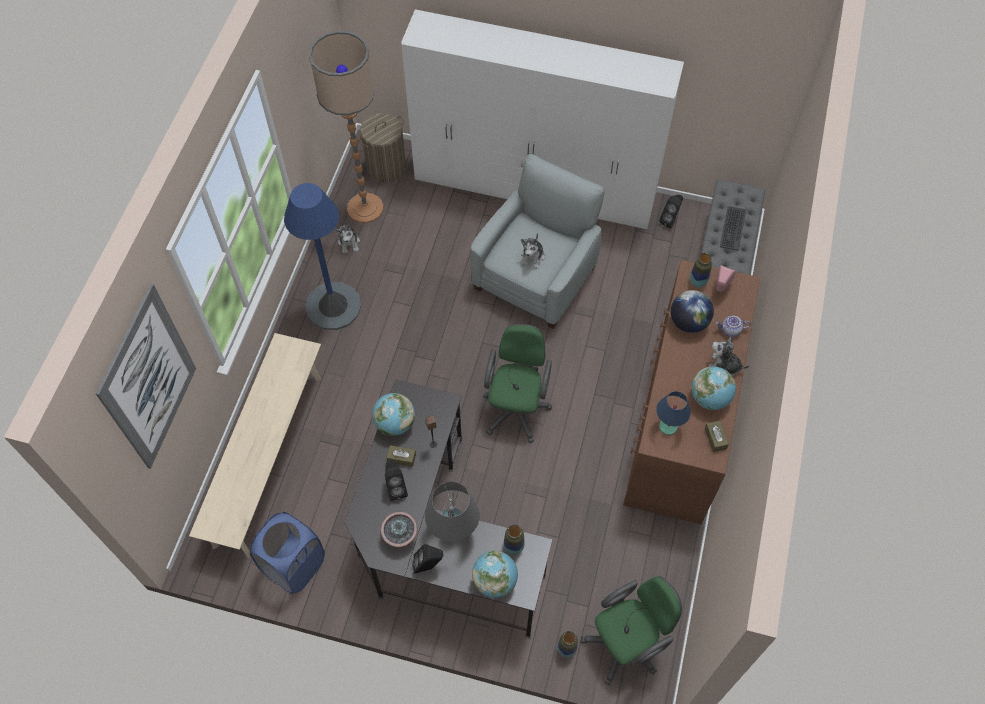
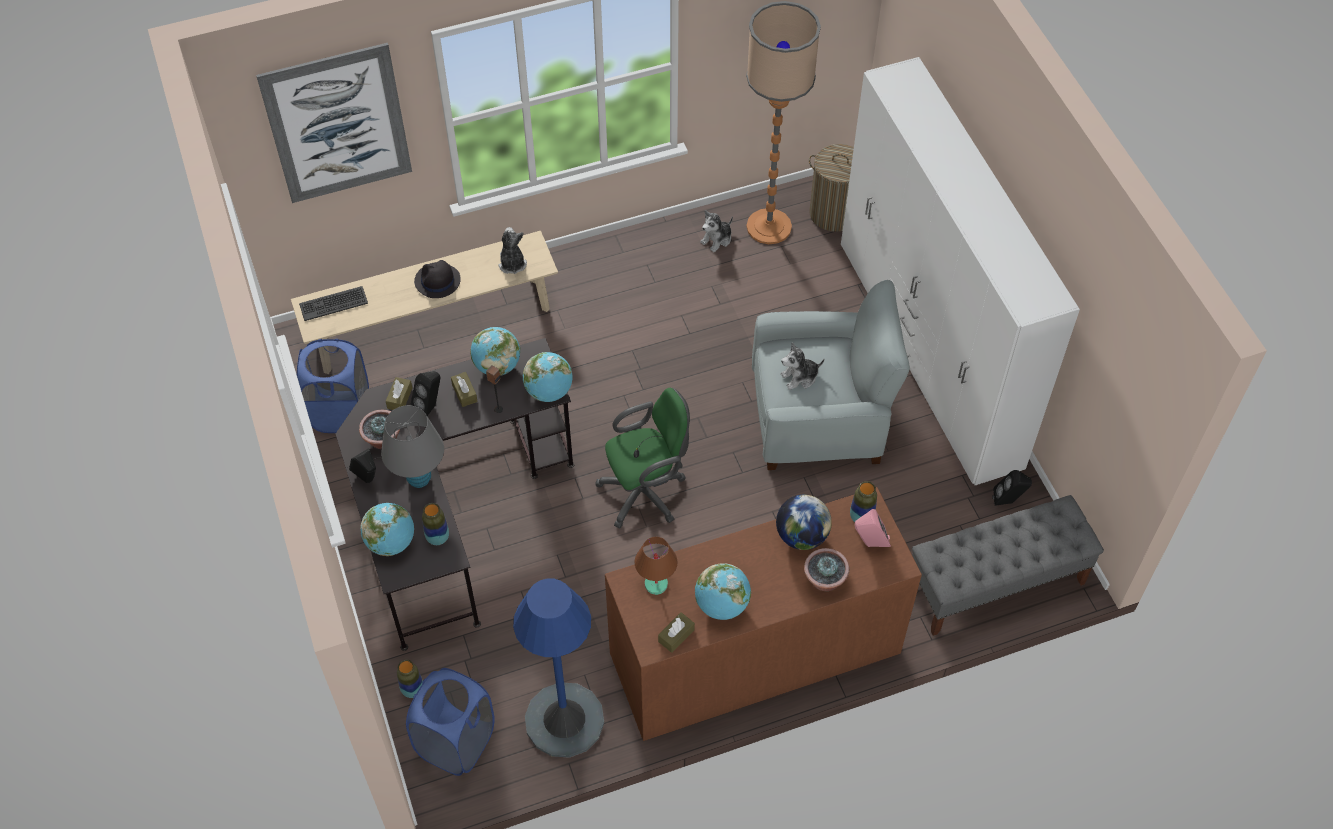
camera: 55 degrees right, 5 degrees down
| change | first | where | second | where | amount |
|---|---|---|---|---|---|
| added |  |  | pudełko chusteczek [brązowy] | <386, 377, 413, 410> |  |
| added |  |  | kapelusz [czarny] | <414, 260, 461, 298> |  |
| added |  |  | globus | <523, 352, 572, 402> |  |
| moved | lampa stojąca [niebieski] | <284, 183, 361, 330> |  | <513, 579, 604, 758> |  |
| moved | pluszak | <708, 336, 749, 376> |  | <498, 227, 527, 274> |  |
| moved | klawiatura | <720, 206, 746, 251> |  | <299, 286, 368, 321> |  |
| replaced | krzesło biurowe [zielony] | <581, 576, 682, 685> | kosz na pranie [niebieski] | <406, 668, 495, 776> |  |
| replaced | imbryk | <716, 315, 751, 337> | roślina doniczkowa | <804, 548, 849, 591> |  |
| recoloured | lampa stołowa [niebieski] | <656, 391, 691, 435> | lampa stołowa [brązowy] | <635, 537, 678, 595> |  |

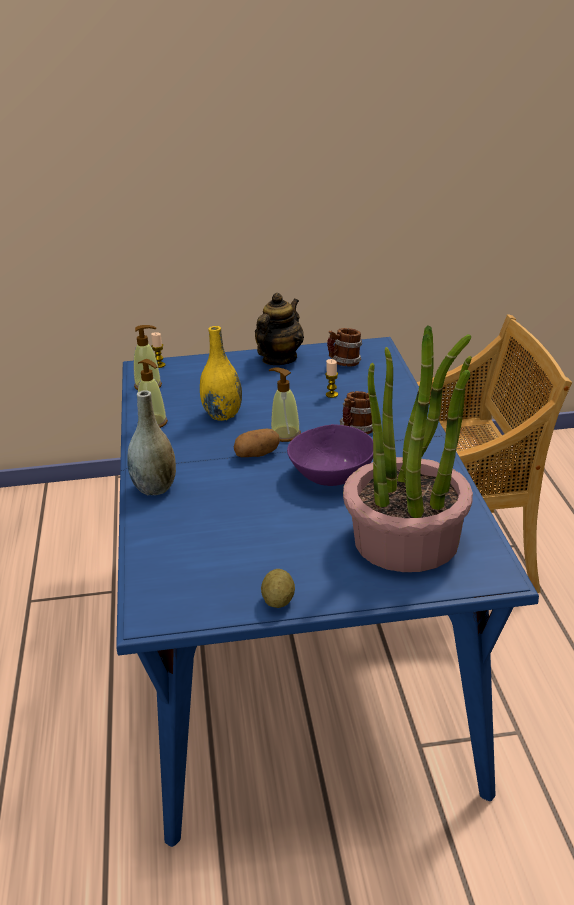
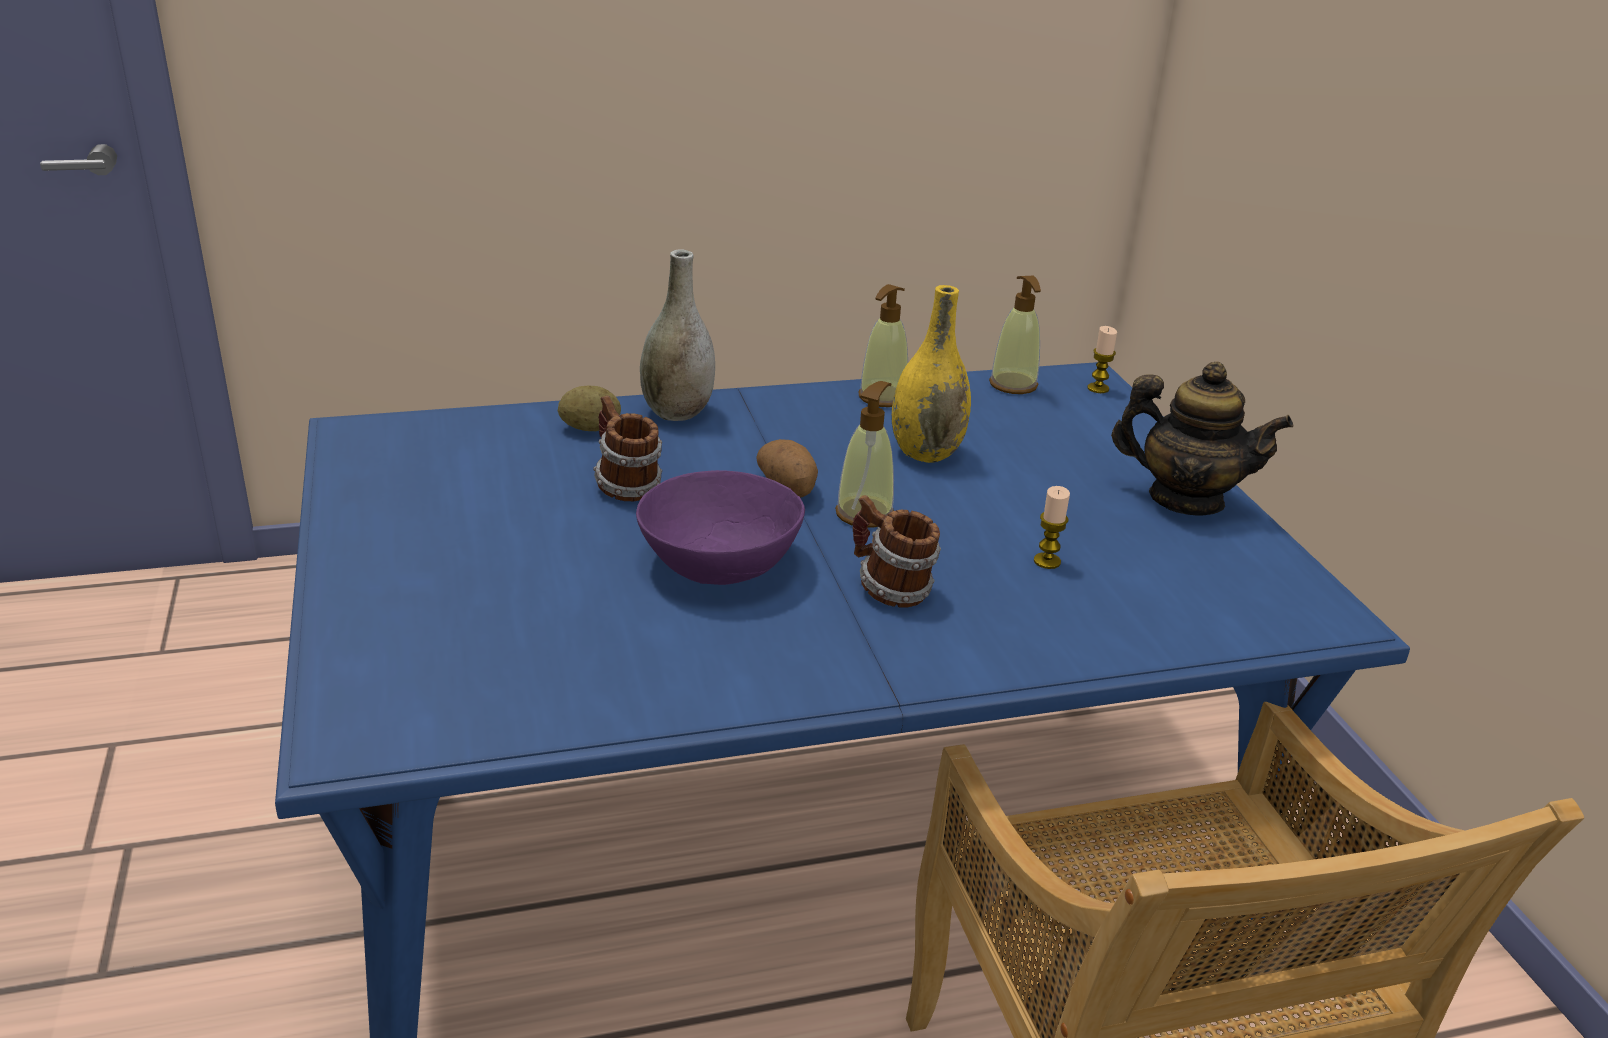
camera: 80 degrees right, 0 degrees up
| change | first | where | second | where | amount |
|---|---|---|---|---|---|
| removed | roślina doniczkowa | <343, 325, 473, 572> |  |  |  |
| moved | ziemniak | <261, 569, 295, 608> |  | <558, 386, 621, 431> |  |
| moved | kubek | <327, 328, 362, 366> |  | <593, 396, 662, 501> |  |

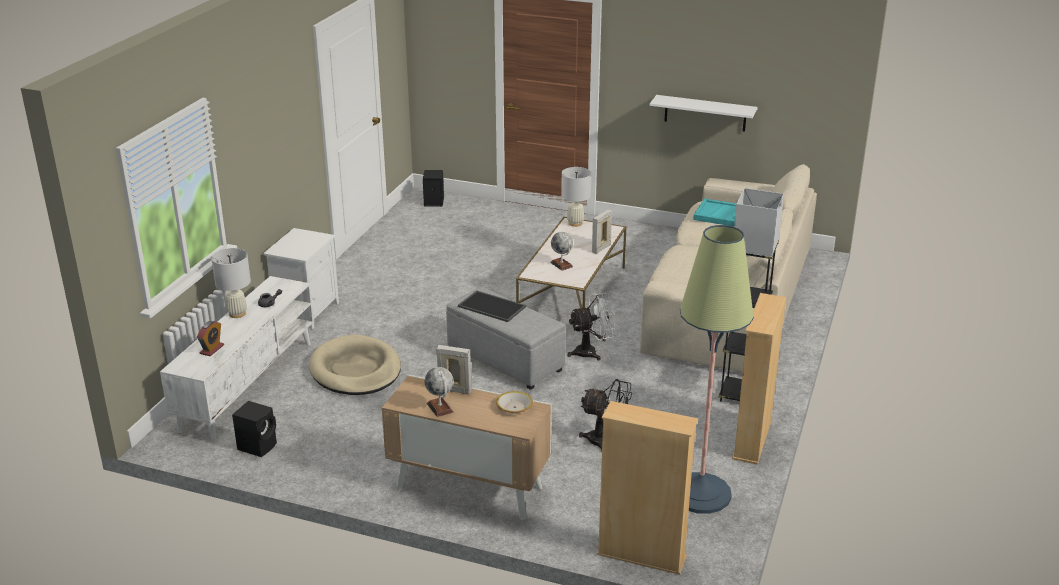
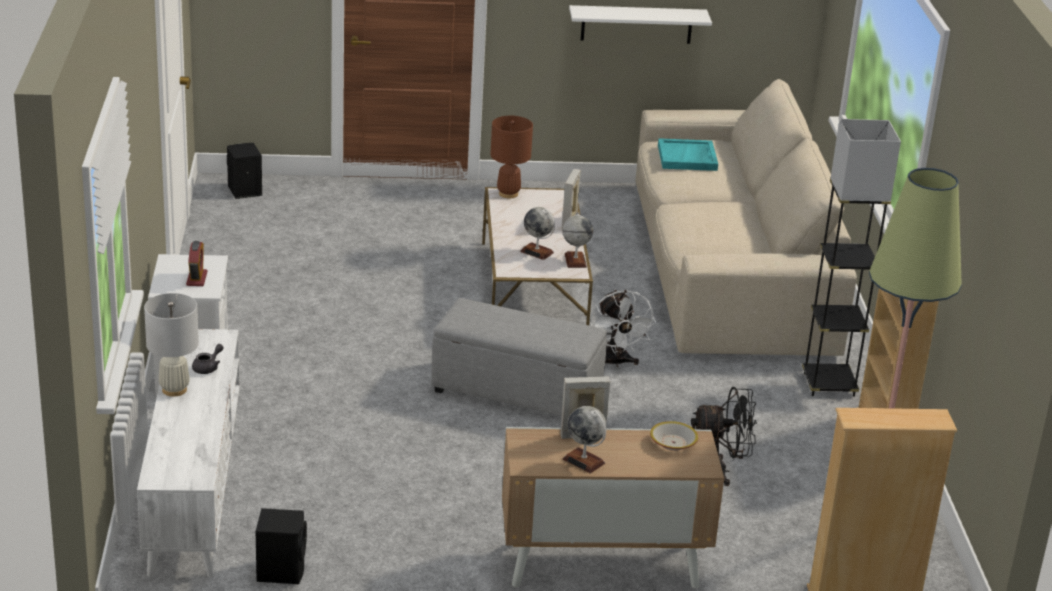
camera: 25 degrees left, 0 degrees up
| change | first | where | second | where | amount |
|---|---|---|---|---|---|
| removed | legowisko [beżowy] | <309, 334, 401, 395> |  |  |  |
| removed | taca | <458, 290, 526, 322> |  |  |  |
| added |  |  | globus | <562, 212, 593, 268> |  |
| moved | budzik | <197, 321, 224, 357> |  | <186, 241, 208, 286> |  |
| recoloured | lampa stołowa [biały] | <561, 167, 591, 227> | lampa stołowa [brązowy] | <490, 116, 533, 198> |  |
| turned | wentylator [biały] | <567, 293, 616, 360> |  | <590, 290, 656, 367> | 120 degrees clockwise |

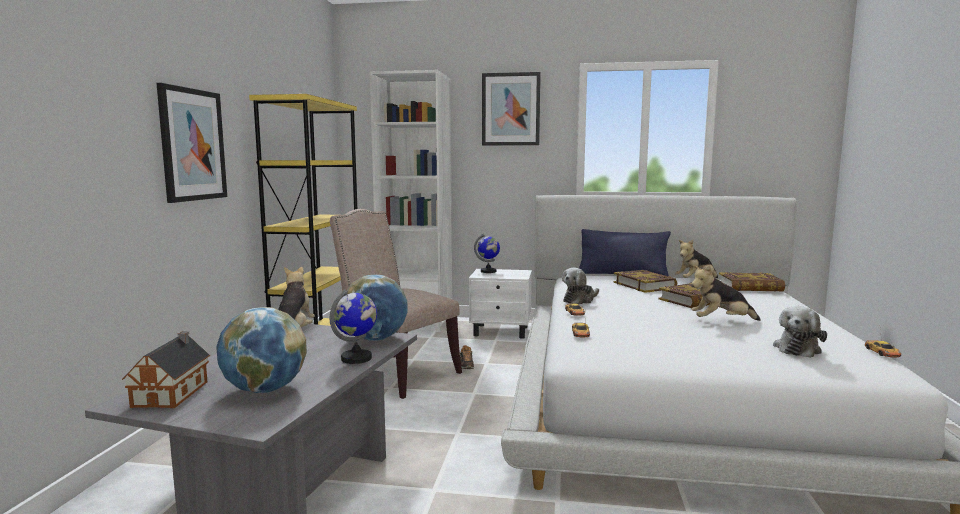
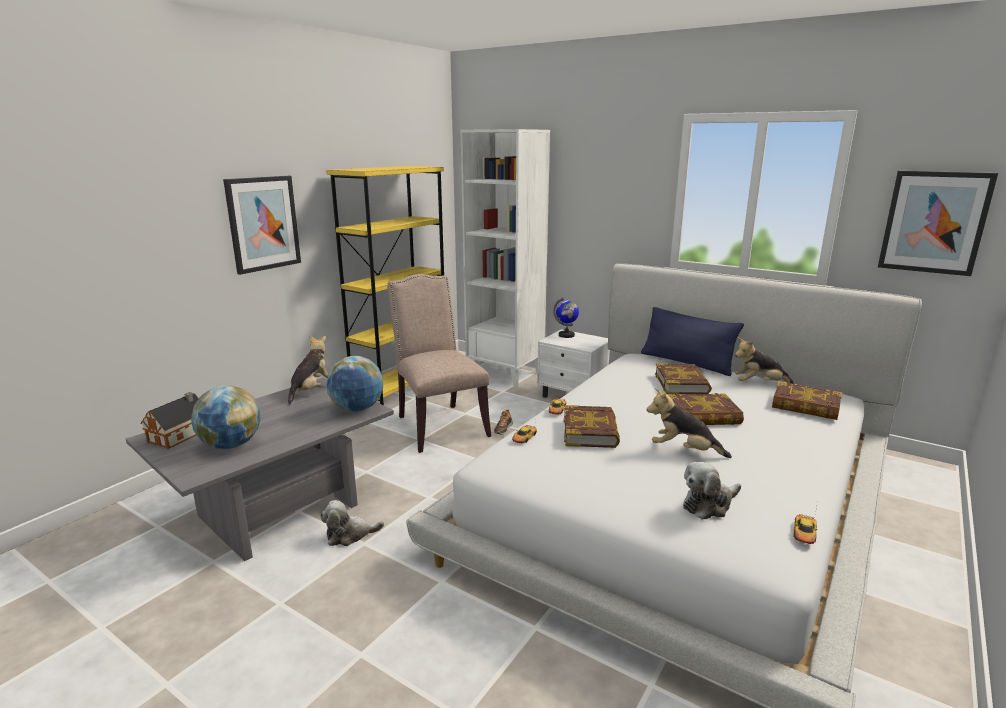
camera: 25 degrees right, 10 degrees up
| change | first | where | second | where | amount |
|---|---|---|---|---|---|
| removed | globus | <330, 289, 377, 364> |  |  |  |
| added |  |  | książka | <564, 405, 620, 448> |  |
| moved | obraz | <482, 72, 541, 146> |  | <878, 171, 998, 276> |  |
| moved | pluszak | <562, 268, 599, 304> |  | <320, 500, 384, 546> |  |

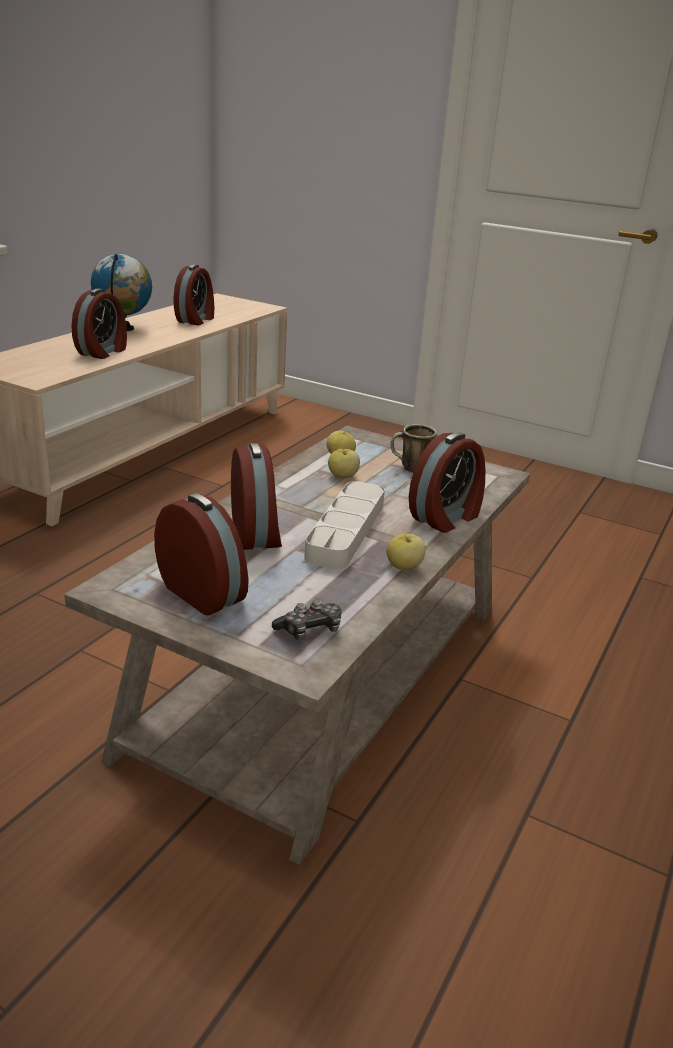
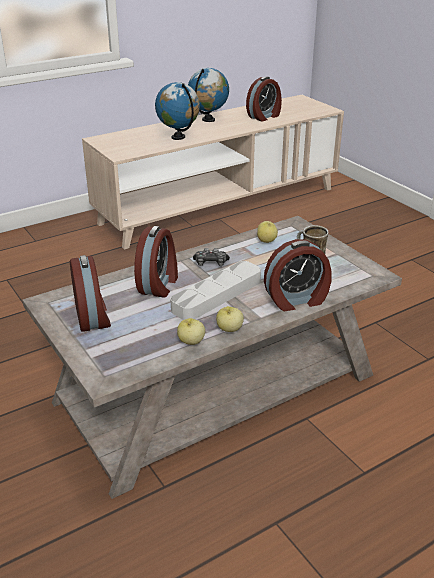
camera: 30 degrees right, 5 degrees up
| change | first | where | second | where | amount |
|---|---|---|---|---|---|
| moved | pad do gier | <272, 600, 341, 640> |  | <193, 248, 230, 266> |  |
| moved | jabłko | <328, 449, 360, 478> |  | <177, 318, 205, 345> |  |
| replaced | budzik | <72, 289, 127, 359> | globus | <155, 82, 200, 140> |  |

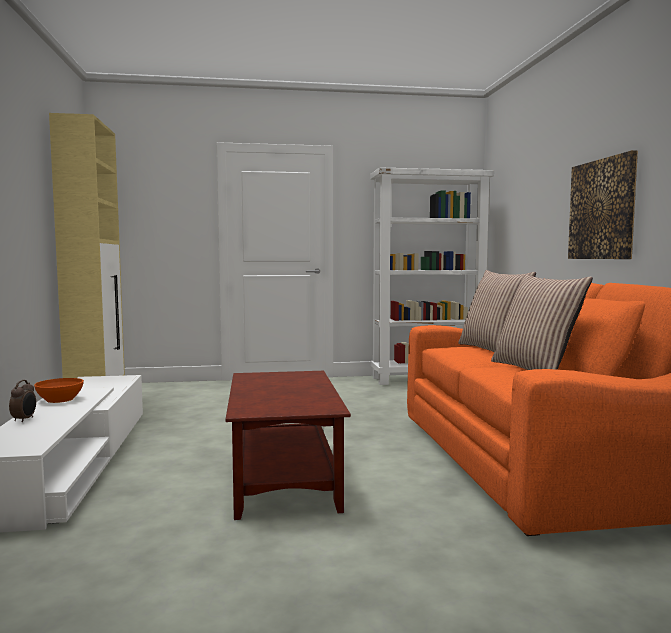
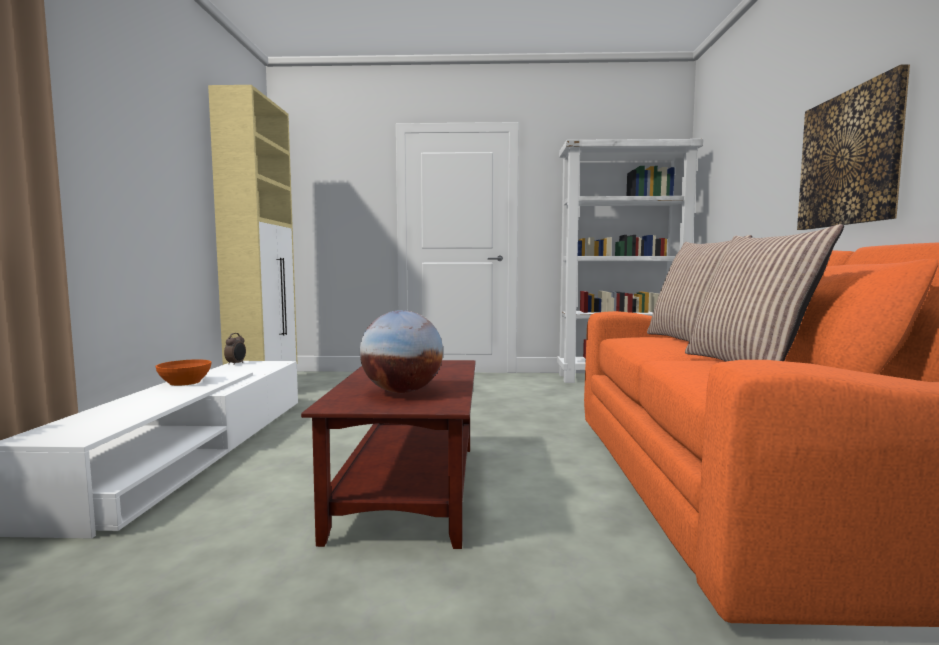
camera: 10 degrees right, 0 degrees up
| change | first | where | second | where | amount |
|---|---|---|---|---|---|
| added |  |  | globus | <360, 310, 443, 393> |  |
| moved | budzik | <9, 380, 36, 422> |  | <224, 333, 246, 365> |  |

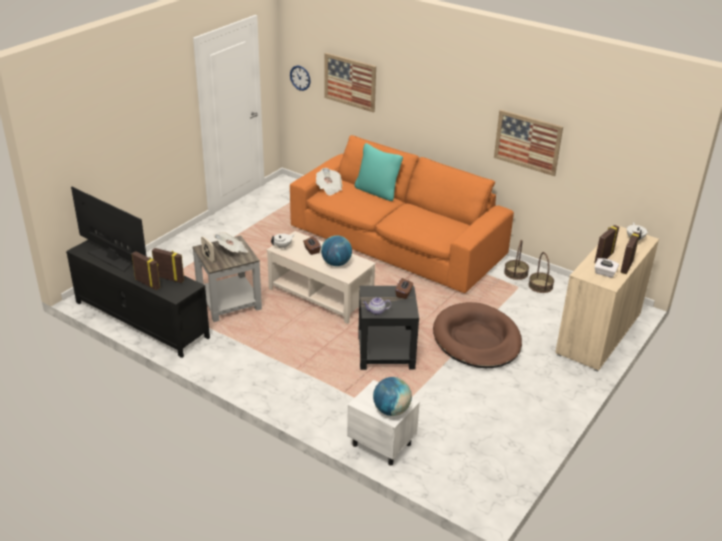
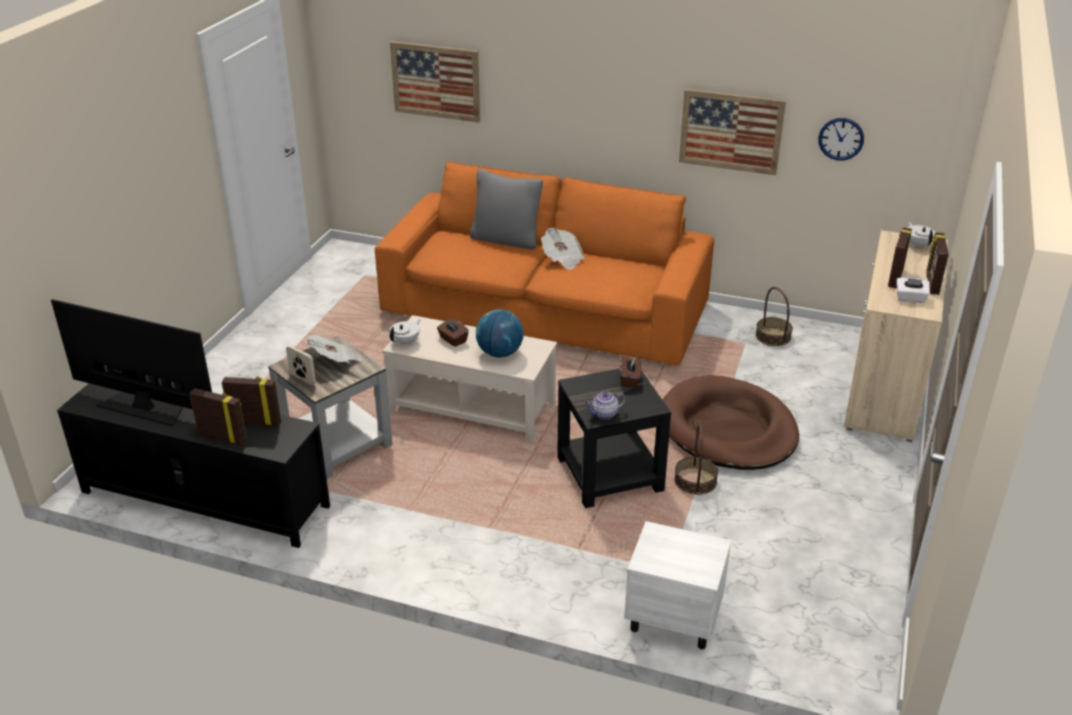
camera: 15 degrees left, 0 degrees up
| change | first | where | second | where | amount |
|---|---|---|---|---|---|
| removed | globus | <373, 377, 412, 416> |  |  |  |
| moved | zegar ścienny | <290, 66, 310, 91> |  | <818, 118, 864, 160> |  |
| moved | gazeta | <316, 168, 342, 196> |  | <541, 228, 585, 270> |  |
| moved | koszyk | <504, 240, 529, 280> |  | <674, 424, 718, 495> |  |
| recoloured | poduszka [turkusowy] | <355, 143, 403, 201> | poduszka [szary] | <470, 169, 543, 249> |  |

